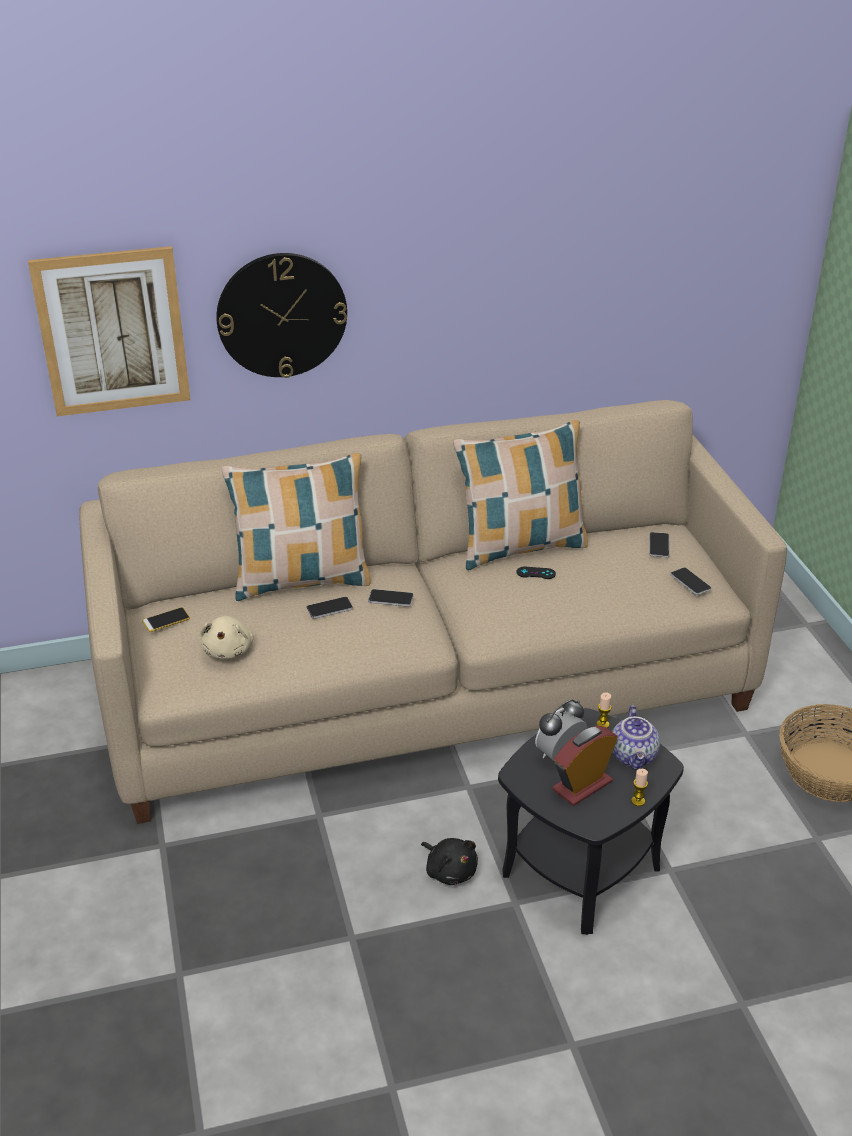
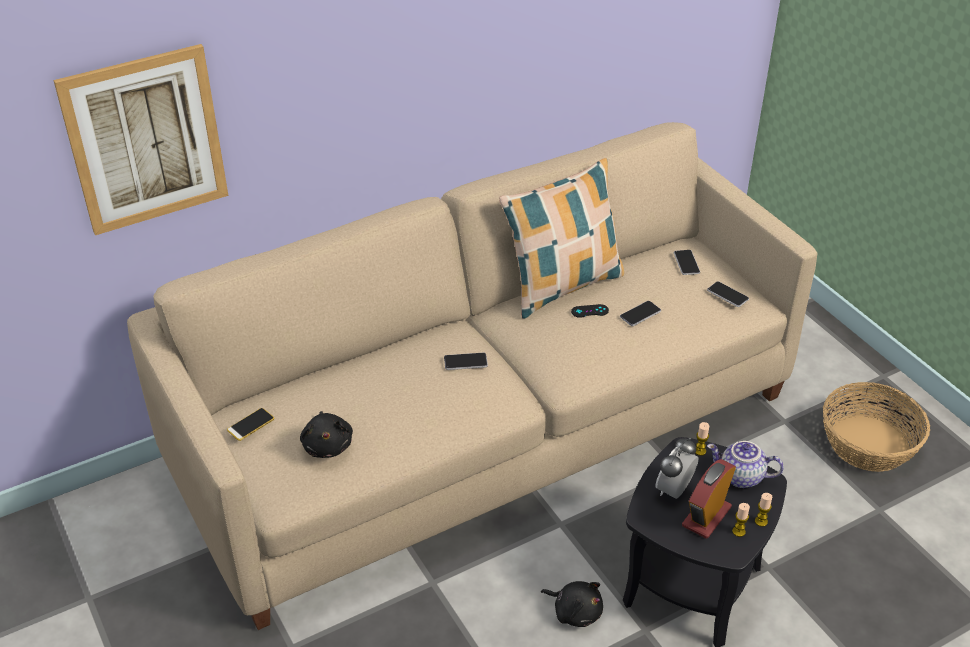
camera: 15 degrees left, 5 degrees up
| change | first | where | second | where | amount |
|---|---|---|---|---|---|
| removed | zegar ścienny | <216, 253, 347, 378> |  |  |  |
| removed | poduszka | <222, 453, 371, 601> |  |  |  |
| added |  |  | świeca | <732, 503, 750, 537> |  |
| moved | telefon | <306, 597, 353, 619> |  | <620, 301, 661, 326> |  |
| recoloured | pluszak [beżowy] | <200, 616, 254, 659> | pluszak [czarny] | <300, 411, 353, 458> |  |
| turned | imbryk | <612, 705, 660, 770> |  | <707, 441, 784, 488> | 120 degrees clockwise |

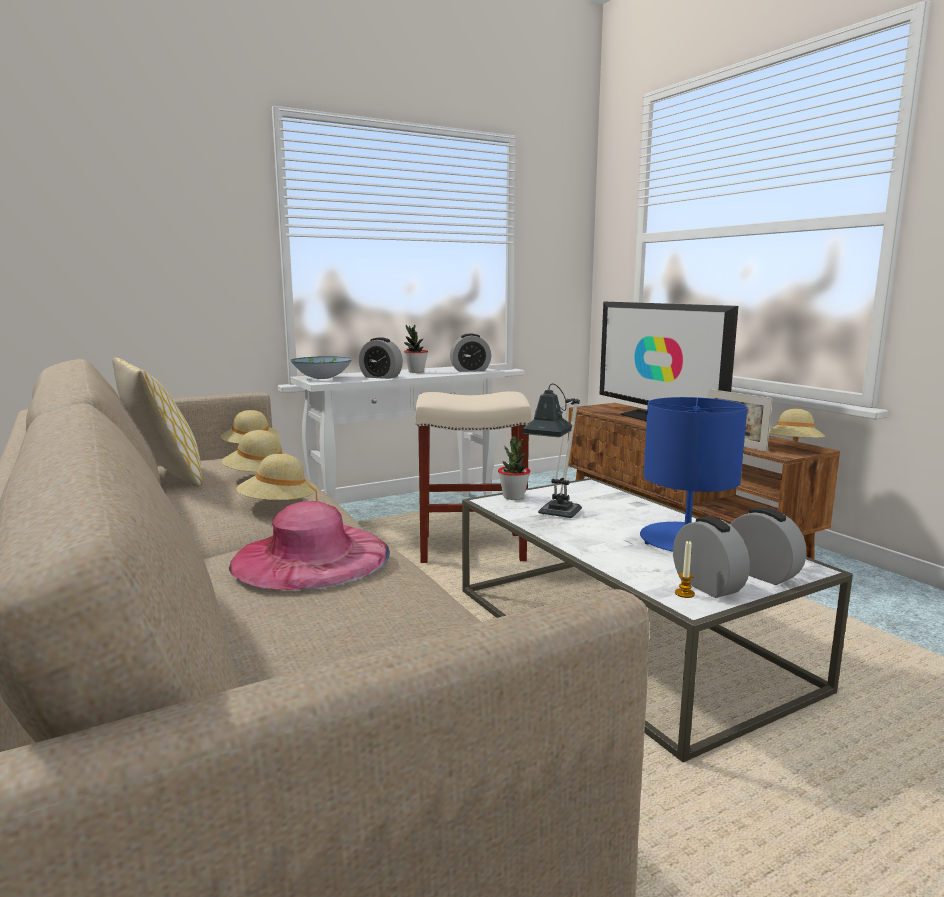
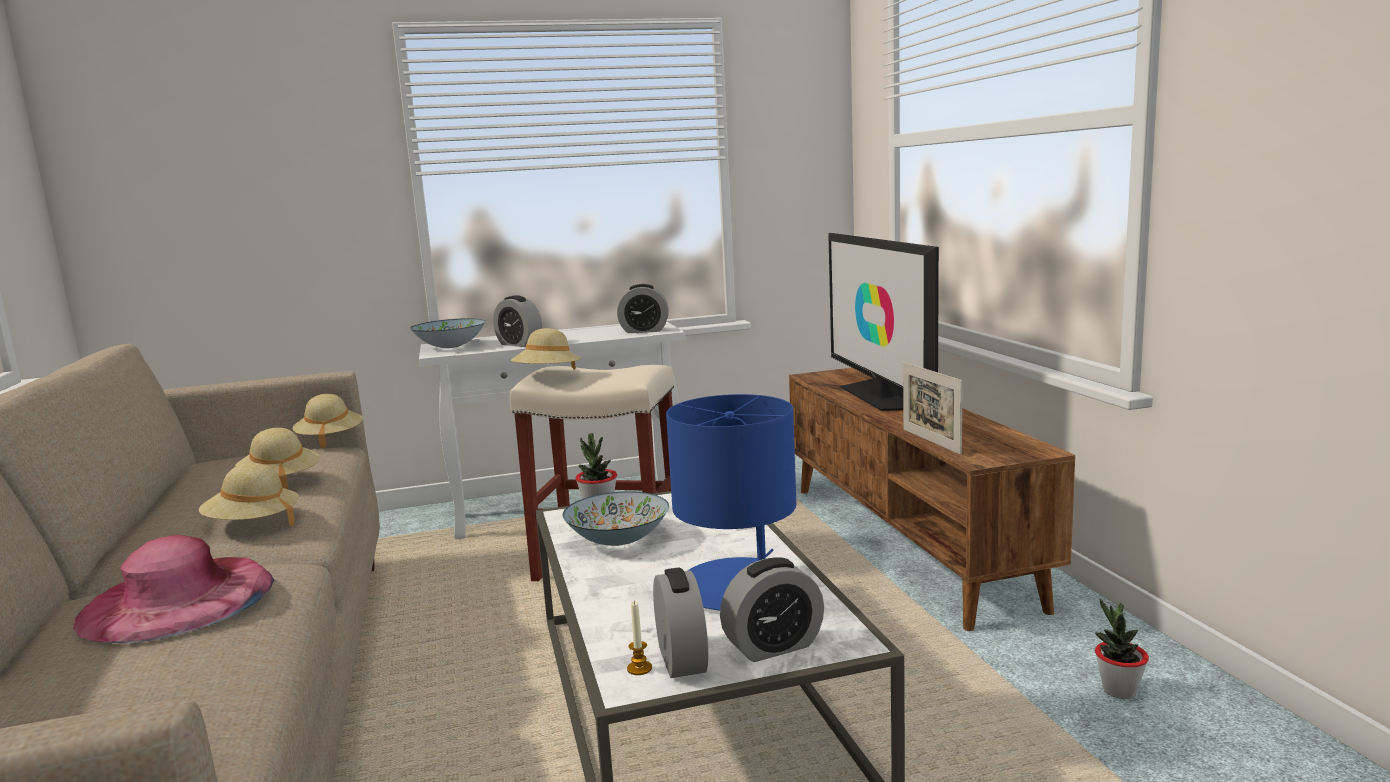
camera: 15 degrees right, 0 degrees up
| change | first | where | second | where | amount |
|---|---|---|---|---|---|
| removed | poduszka | <112, 357, 202, 487> |  |  |  |
| moved | roślina doniczkowa | <404, 325, 428, 373> |  | <1095, 599, 1149, 699> |  |
| moved | kapelusz [beżowy] | <769, 409, 825, 442> |  | <511, 328, 581, 370> |  |
| replaced | lampa stołowa | <523, 384, 582, 518> | miska | <562, 491, 669, 546> |  |
| turned | budzik | <730, 507, 807, 585> |  | <720, 557, 824, 662> | 90 degrees clockwise |

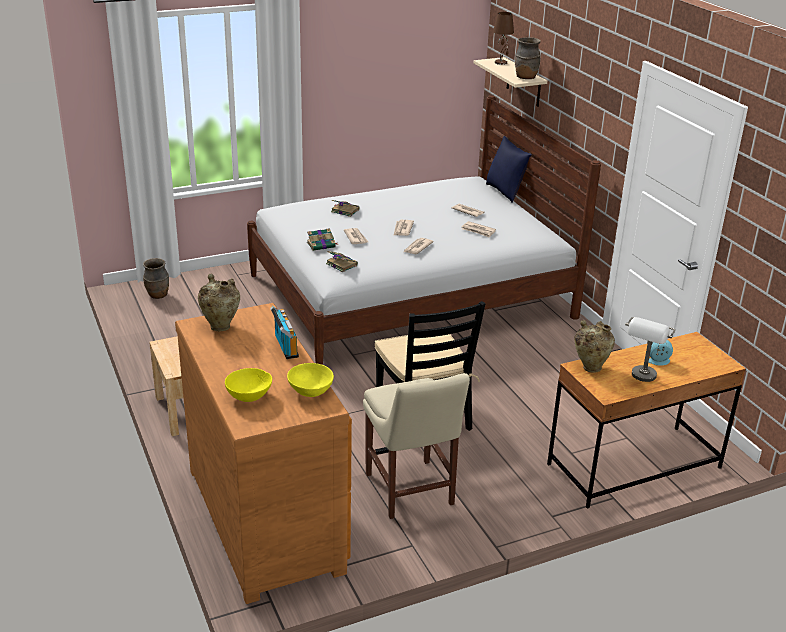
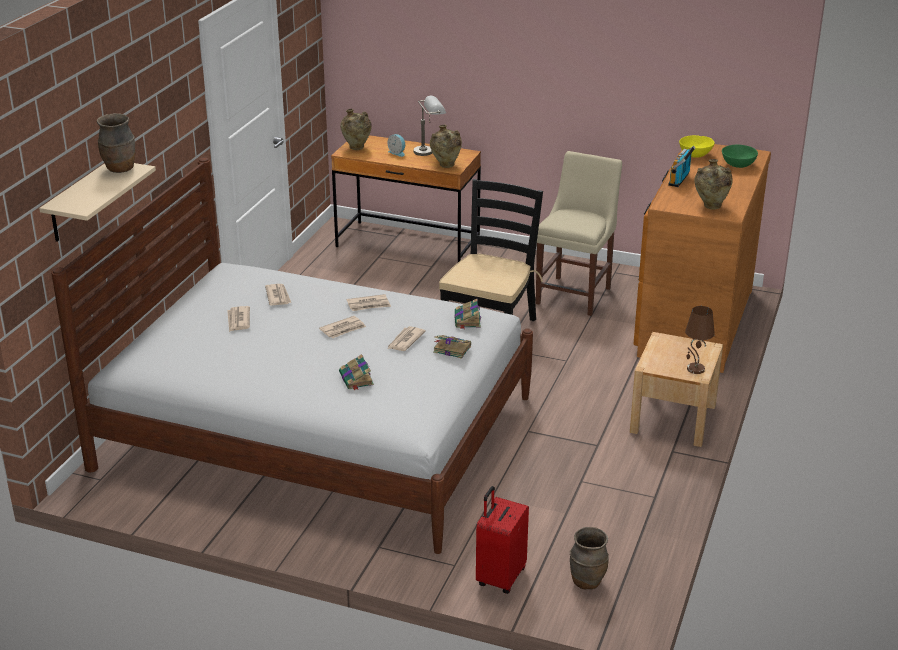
camera: 135 degrees left, 0 degrees up
| change | first | where | second | where | amount |
|---|---|---|---|---|---|
| removed | poduszka [niebieski] | <486, 136, 532, 203> |  |  |  |
| added |  |  | wazon [beżowy] | <340, 109, 372, 150> |  |
| added |  |  | walizka [czerwony] | <476, 486, 529, 594> |  |
| moved | lampa stołowa [brązowy] | <493, 12, 514, 65> |  | <685, 306, 715, 374> |  |
| recoloured | miska [żółty] | <225, 368, 272, 402> | miska [zielony] | <722, 145, 758, 168> |  |

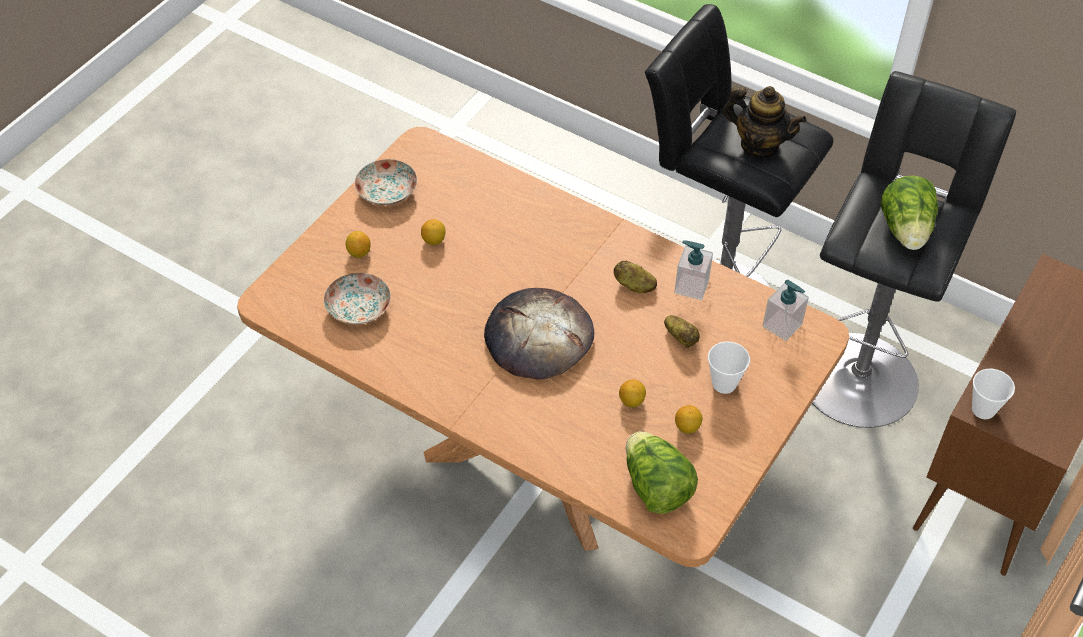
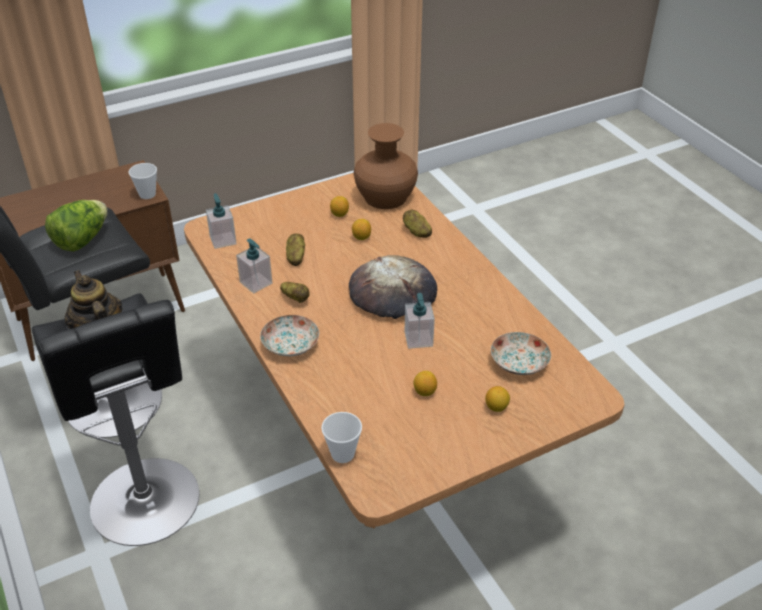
camera: 150 degrees left, 10 degrees down
| change | first | where | second | where | amount |
|---|---|---|---|---|---|
| added |  |  | ziemniak | <403, 210, 432, 238> |  |
| added |  |  | dozownik mydła | <405, 293, 435, 349> |  |
| moved | talerz | <355, 159, 417, 205> |  | <260, 315, 319, 357> |  |
| moved | filiżanka | <708, 341, 750, 394> |  | <321, 412, 362, 463> |  |
| replaced | sałata | <626, 431, 698, 514> | wazon [brązowy] | <354, 123, 418, 209> |  |

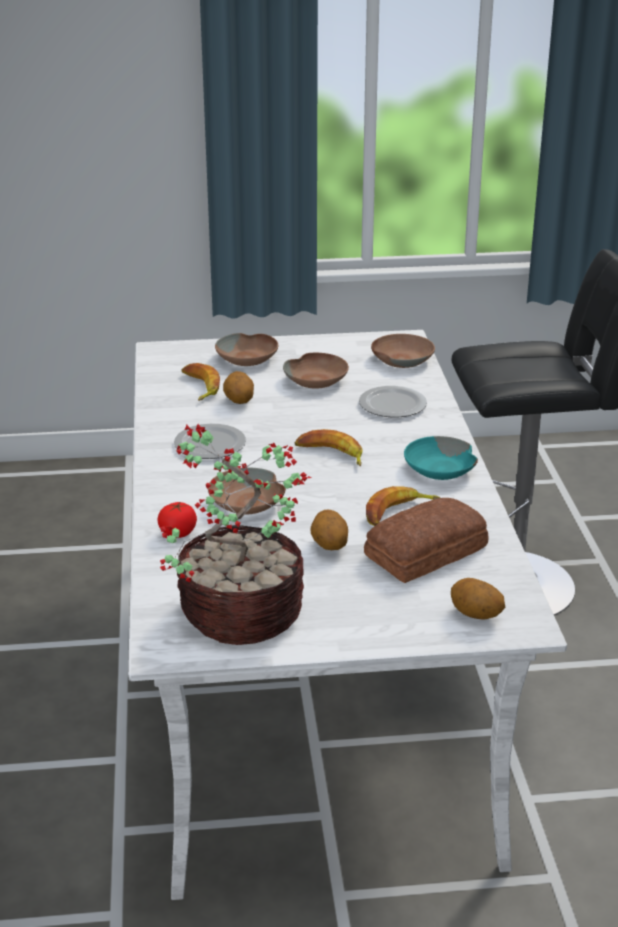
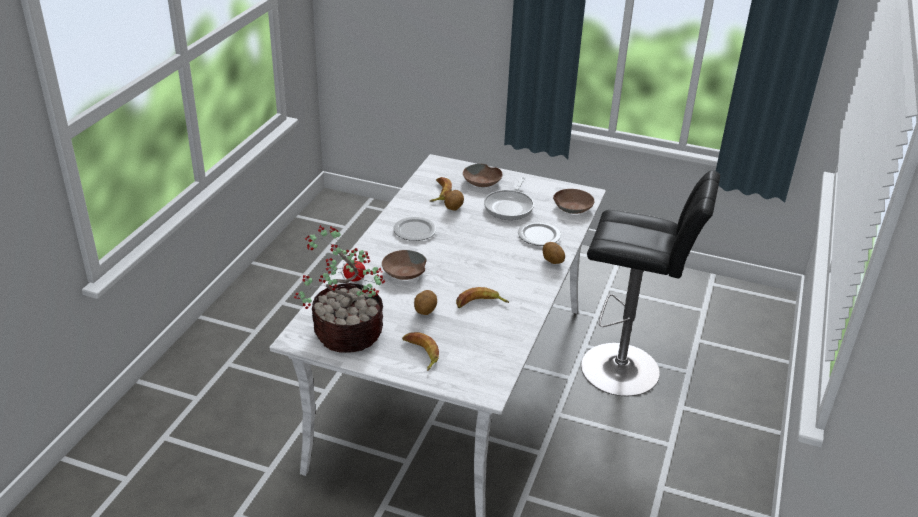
camera: 25 degrees right, 5 degrees up
| change | first | where | second | where | amount |
|---|---|---|---|---|---|
| removed | chleb | <364, 498, 489, 583> |  |  |  |
| removed | miska [turkusowy] | <404, 436, 478, 480> |  |  |  |
| moved | banan | <295, 429, 362, 466> |  | <402, 332, 439, 371> |  |
| moved | ziemniak | <451, 578, 505, 620> |  | <542, 242, 565, 264> |  |
| replaced | miska [brązowy] | <283, 353, 349, 388> | patelnia | <484, 177, 534, 220> |  |

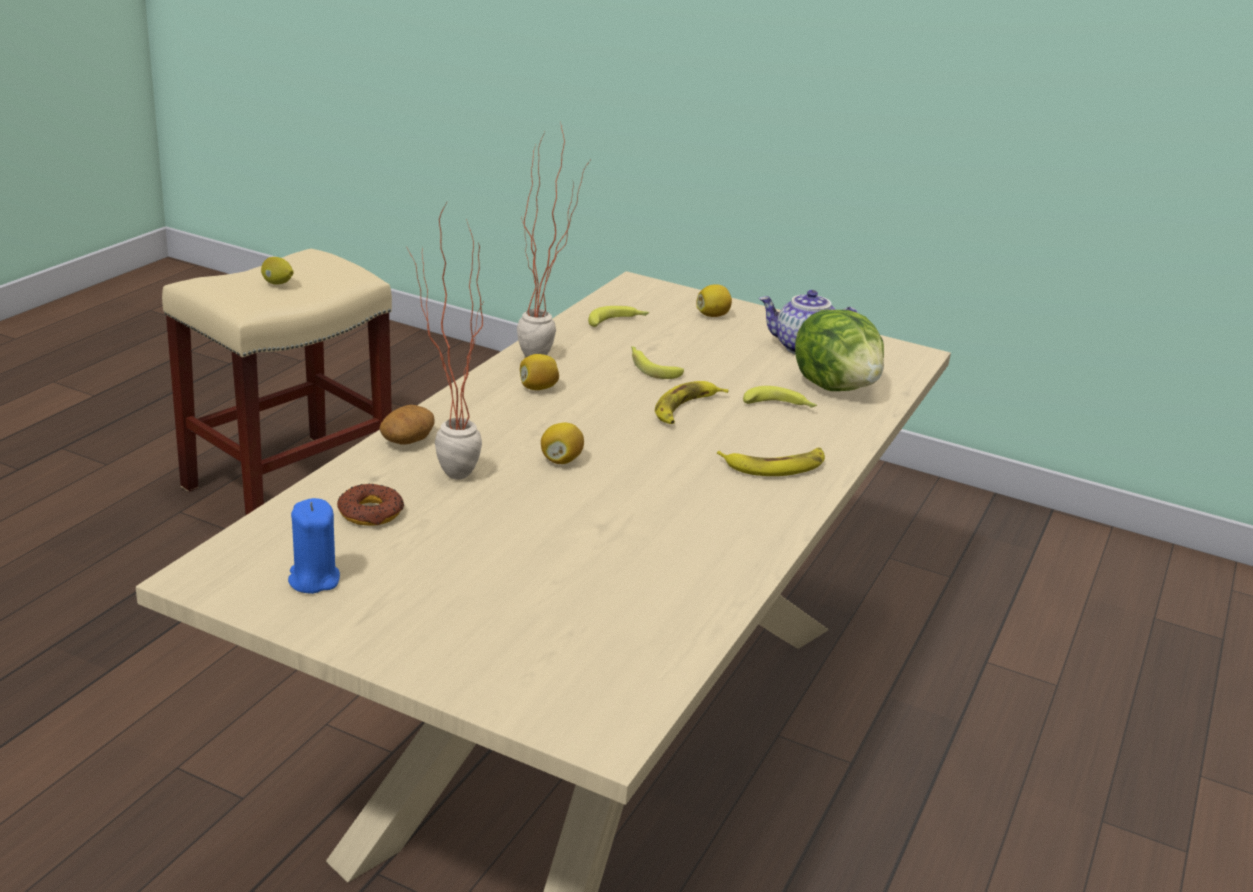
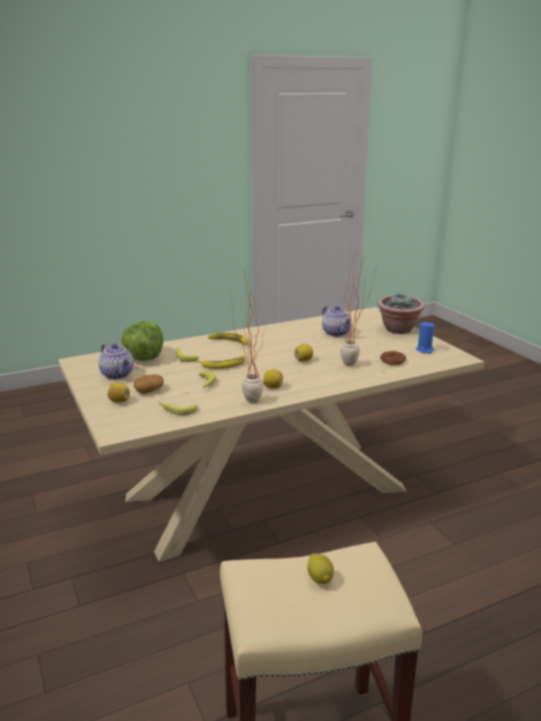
camera: 140 degrees left, 5 degrees down
| change | first | where | second | where | amount |
|---|---|---|---|---|---|
| added |  |  | imbryk | <322, 306, 352, 337> |  |
| added |  |  | roślina doniczkowa | <377, 293, 425, 334> |  |
| moved | ziemniak | <379, 405, 435, 444> |  | <134, 375, 164, 394> |  |

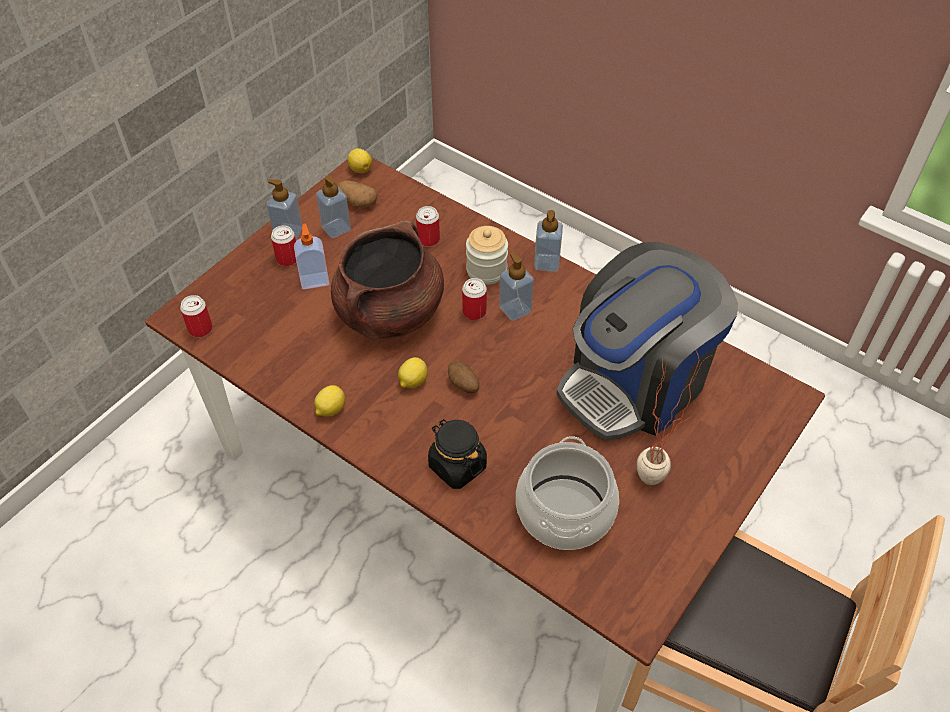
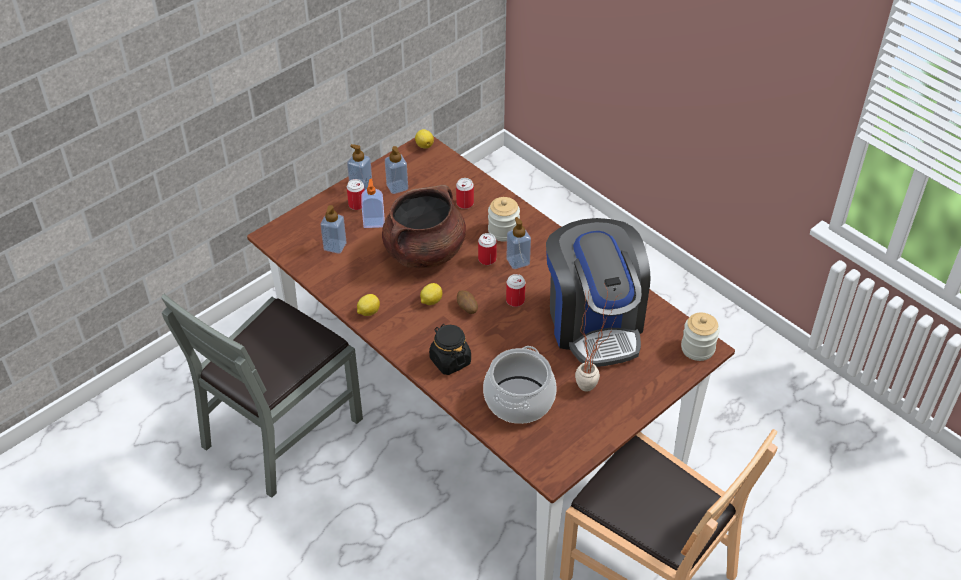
camera: 10 degrees right, 5 degrees down
| change | first | where | second | where | amount |
|---|---|---|---|---|---|
| removed | ziemniak | <337, 180, 378, 208> |  |  |  |
| added |  |  | krzesło [szary] | <161, 294, 363, 498> |  |
| added |  |  | słoik | <681, 313, 720, 361> |  |
| moved | puszka | <180, 295, 213, 337> |  | <506, 274, 525, 307> |  |
| moved | dozownik mydła | <534, 210, 563, 272> |  | <320, 205, 347, 254> |  |
| turned | ekspres do kawy | <556, 242, 738, 440> |  | <546, 218, 651, 367> | 75 degrees counterclockwise |

